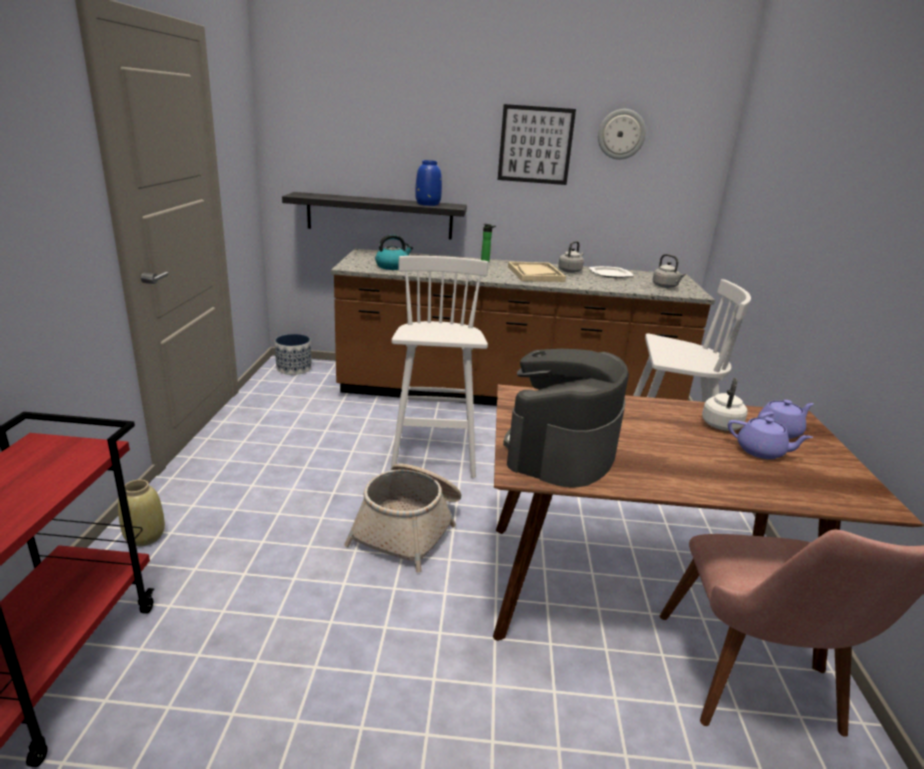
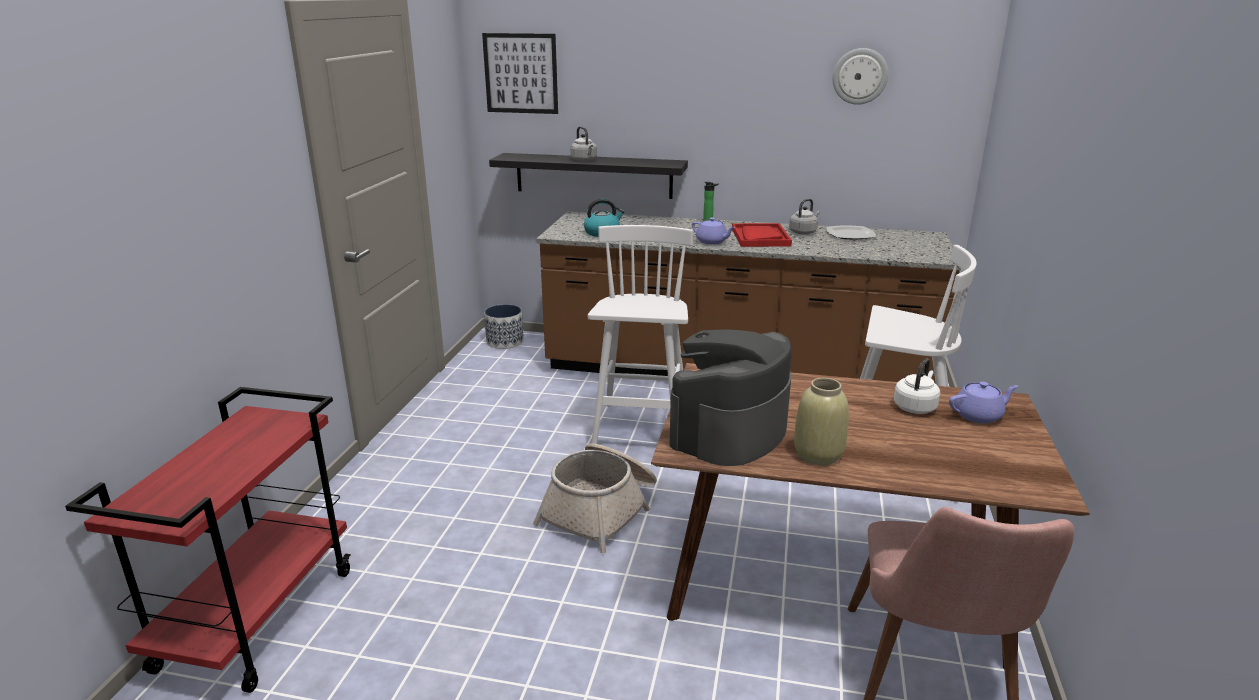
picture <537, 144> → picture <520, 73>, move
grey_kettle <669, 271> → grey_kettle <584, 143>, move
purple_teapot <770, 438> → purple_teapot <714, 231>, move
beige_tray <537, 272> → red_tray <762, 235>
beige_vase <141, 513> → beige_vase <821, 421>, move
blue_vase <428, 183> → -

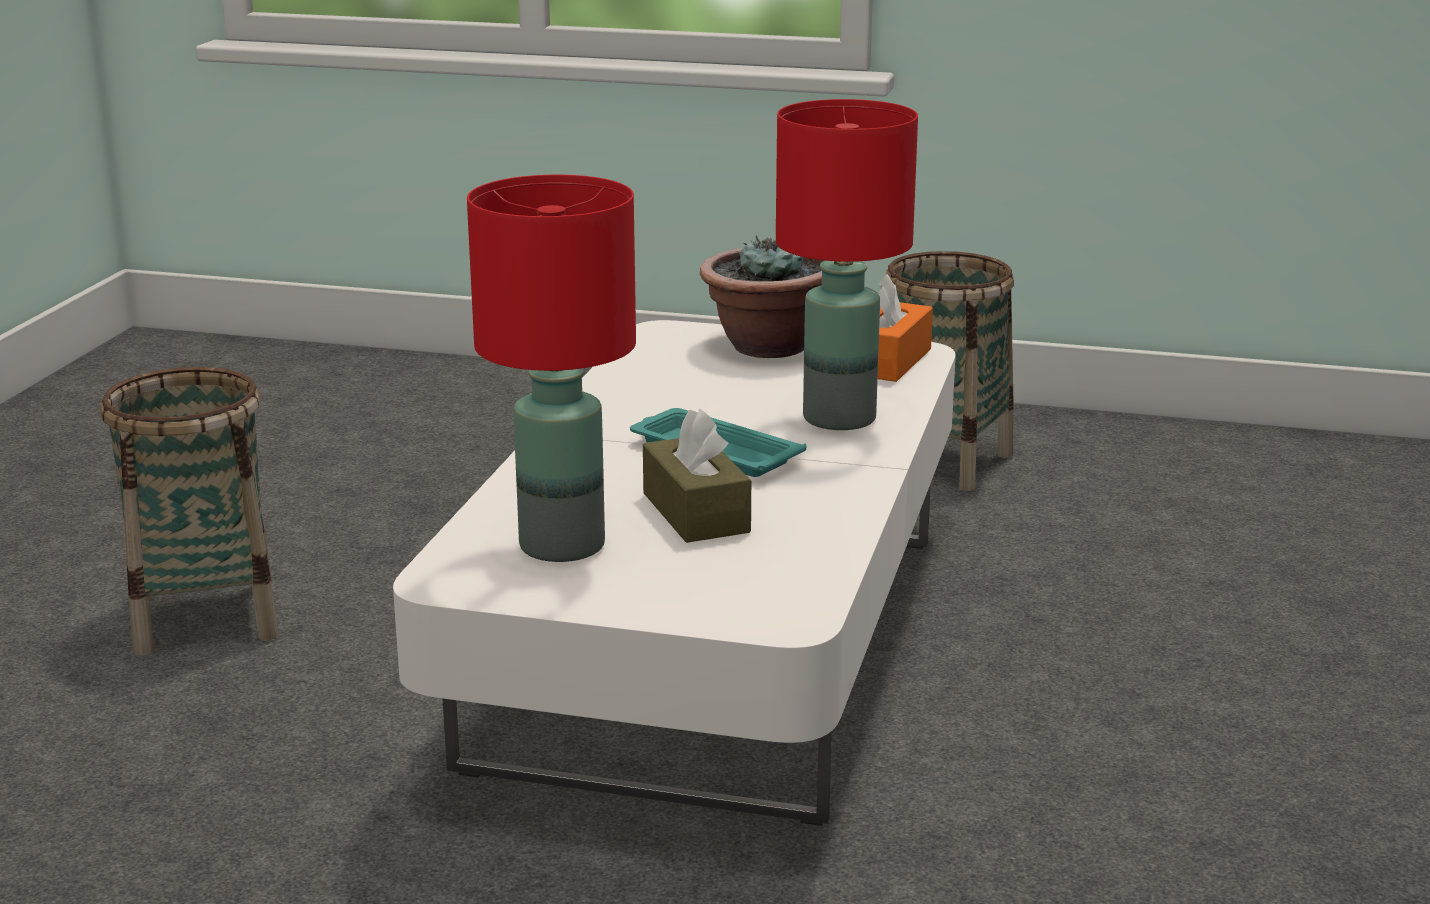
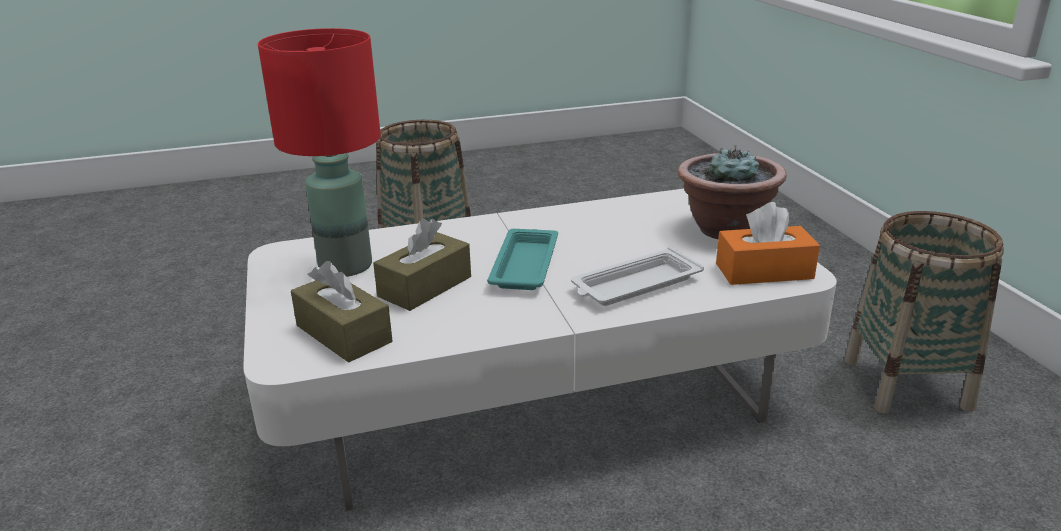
- → brown_tissue_box <341, 311>
red_table_lamp <847, 264> → white_tray <637, 276>

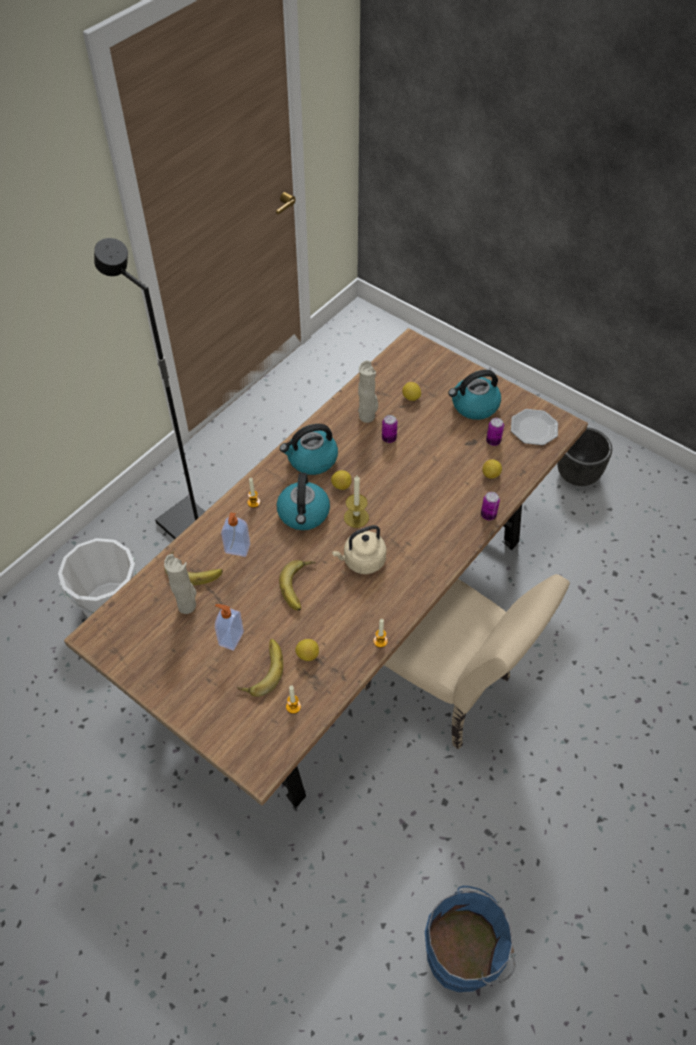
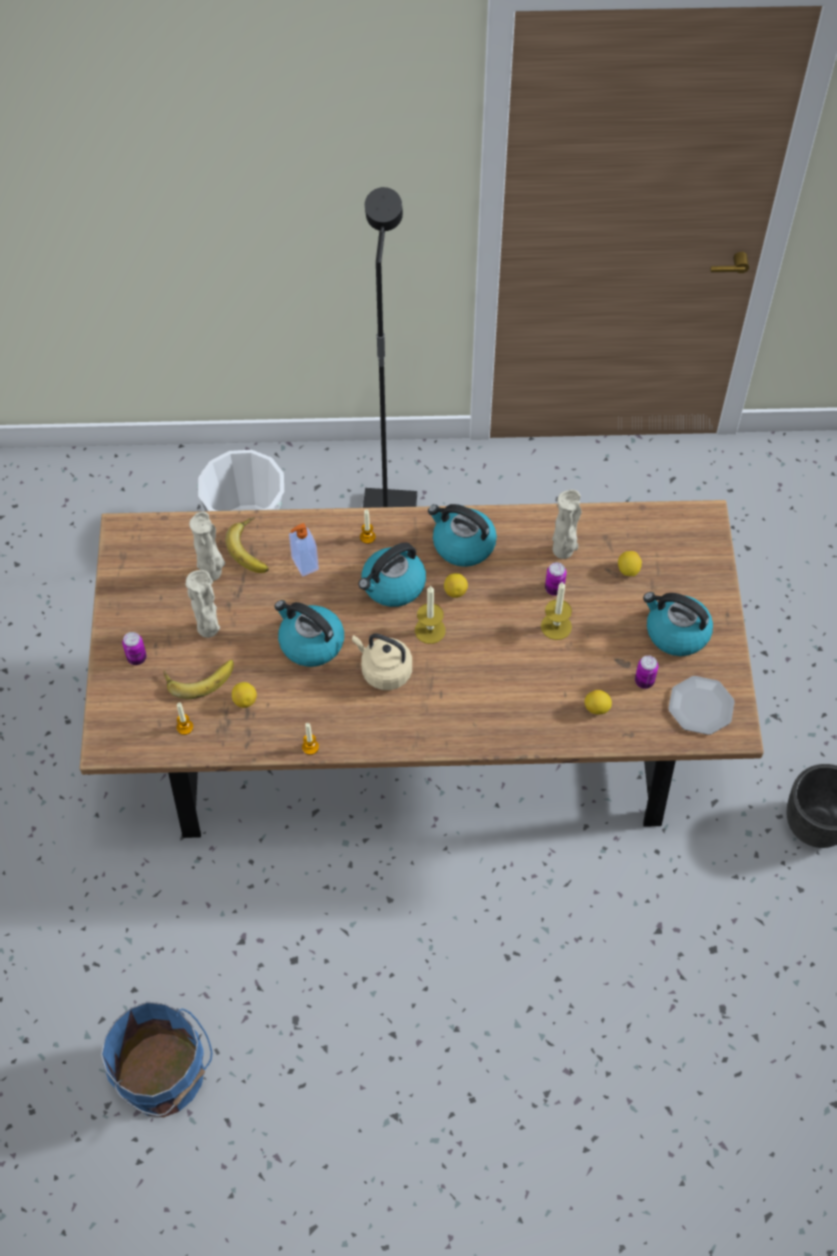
can <490, 506> → can <134, 648>, move
soap_dispenser <229, 627> → beige_vase <202, 604>
banana <297, 585> → kettle <309, 633>
- → candle <556, 610>
beige_chair <466, 661> → -

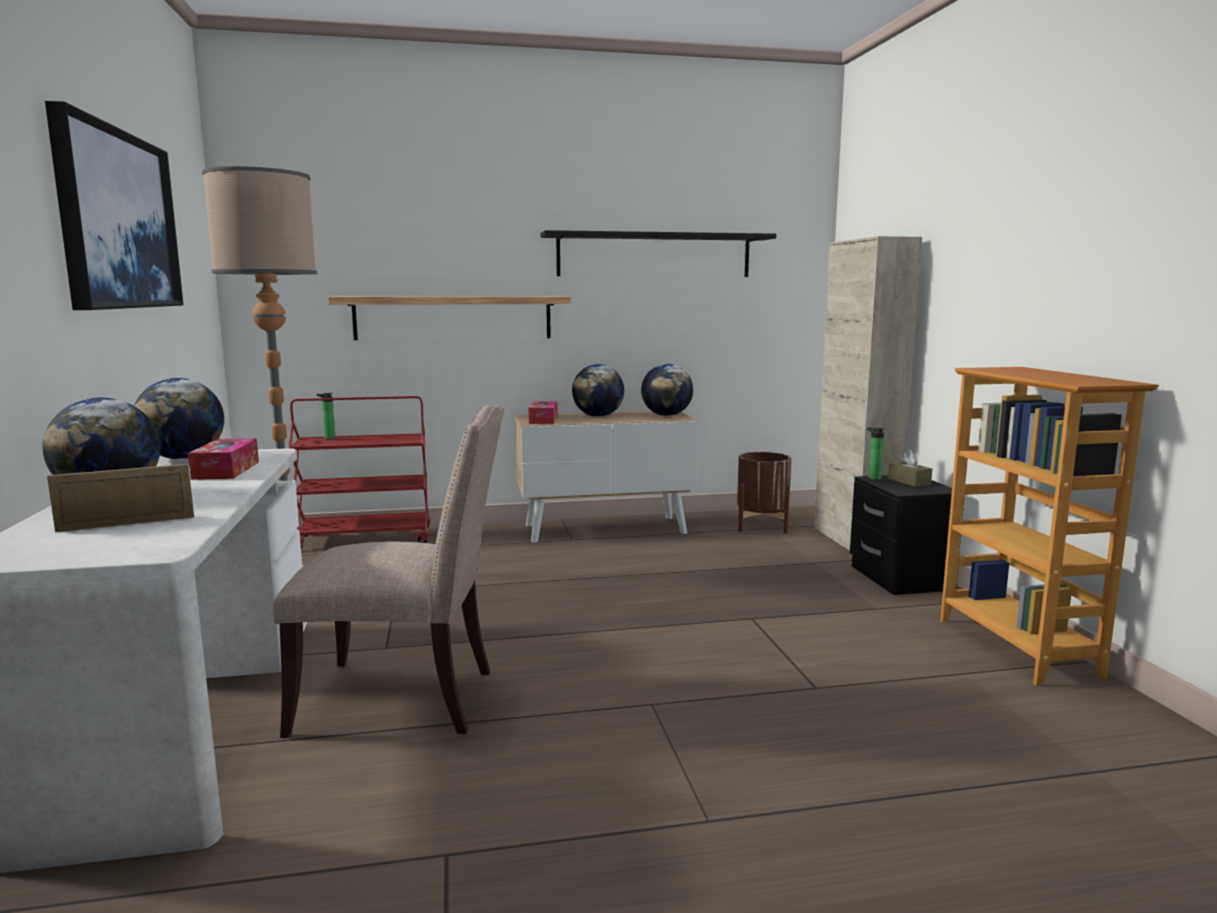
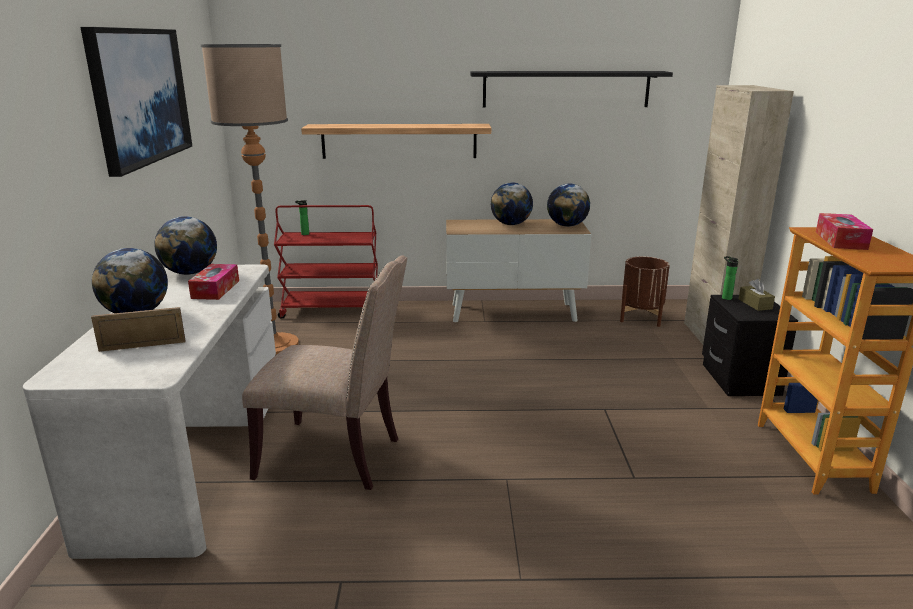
tissue_box <543, 412> → tissue_box <844, 231>, move

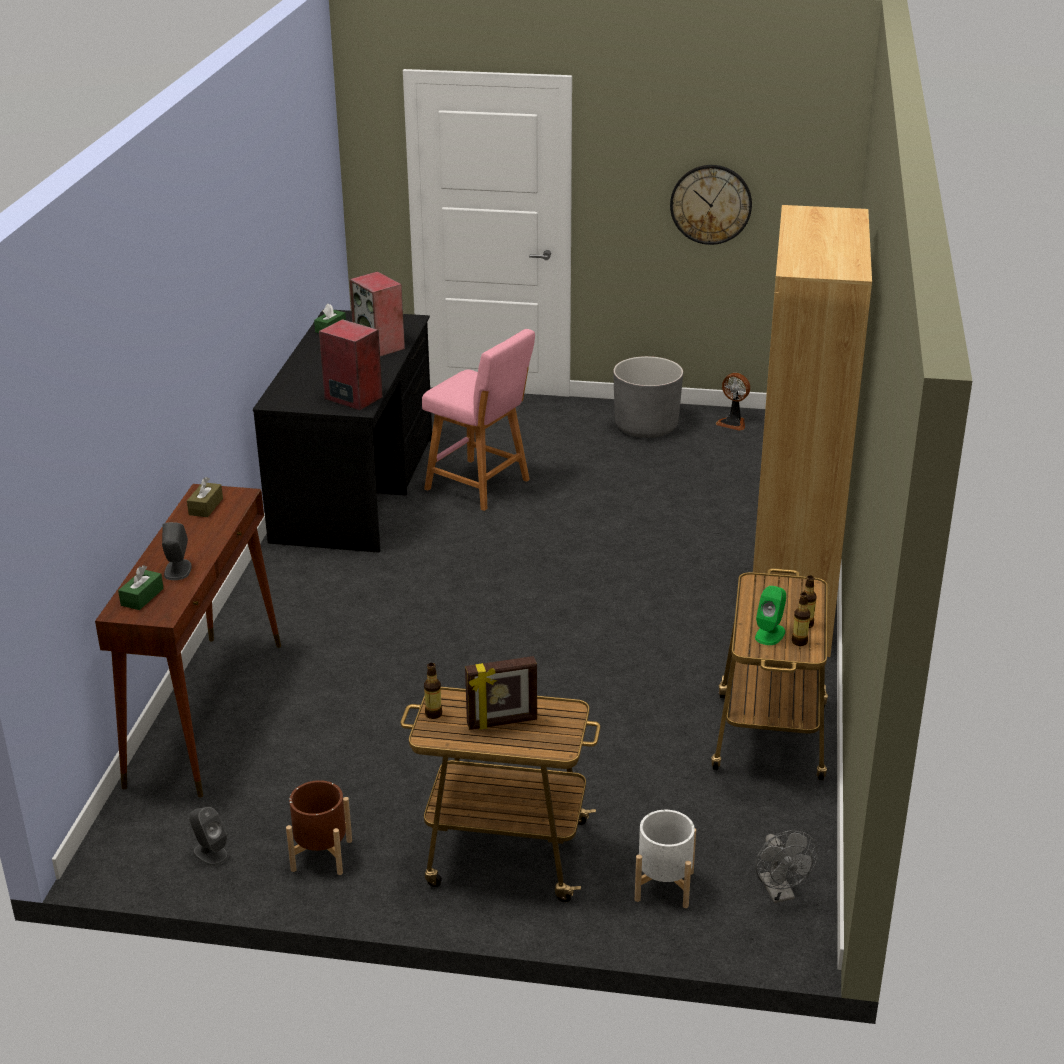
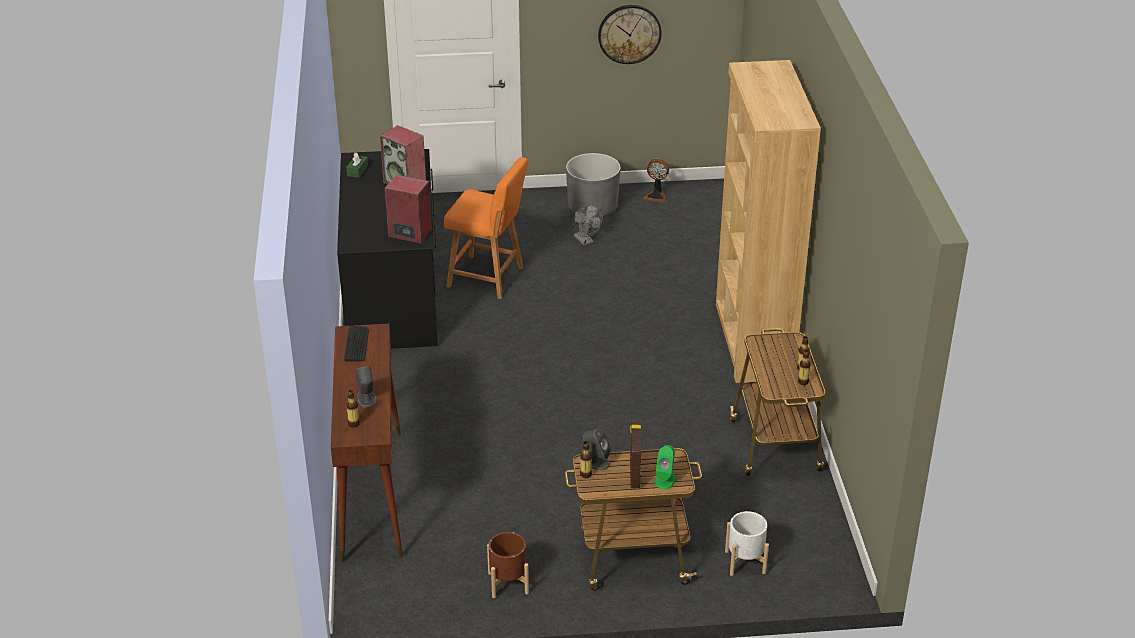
brown_tissue_box <205, 497> → keyboard <356, 344>
green_tissue_box <141, 587> → bottle <353, 409>
pink_stool <478, 420> → orange_stool <486, 228>
grey_fan <787, 866> → grey_fan <588, 224>, move
grey_speaker <209, 836> → grey_speaker <596, 449>, move
picture_frame <501, 693> → picture_frame <635, 455>, 120 degrees clockwise
green_speaker <770, 615> → green_speaker <665, 467>, move

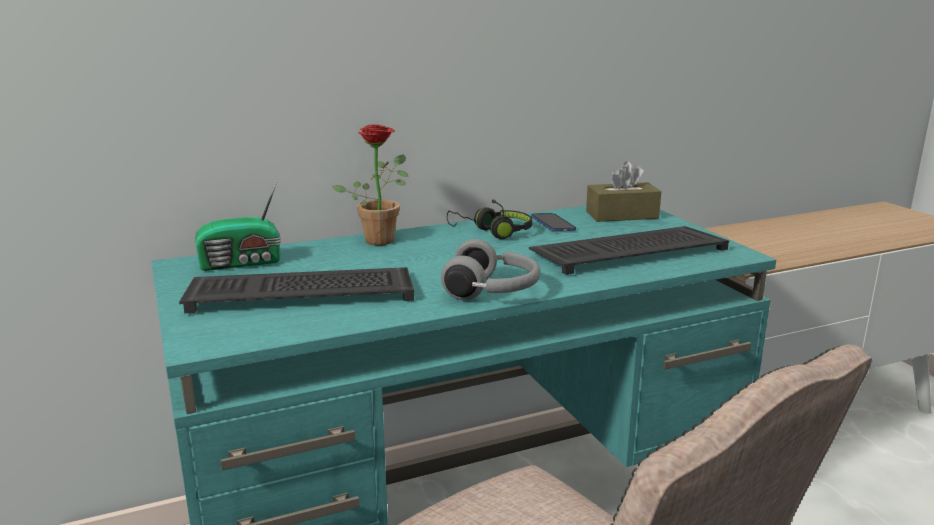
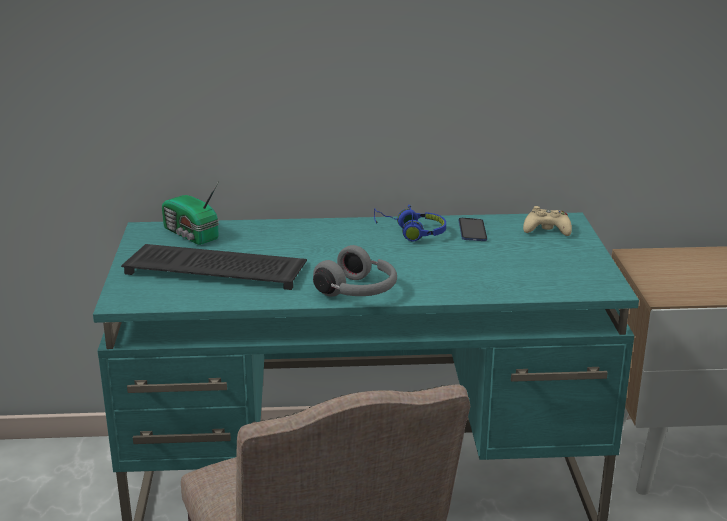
radio <238, 225> → radio <190, 213>, 45 degrees clockwise
black_headphones <489, 219> → blue_headphones <410, 223>
brown_tissue_box <623, 191> → beige_game_controller <547, 221>
potted_plant <370, 184> → -
keyboard <629, 250> → -

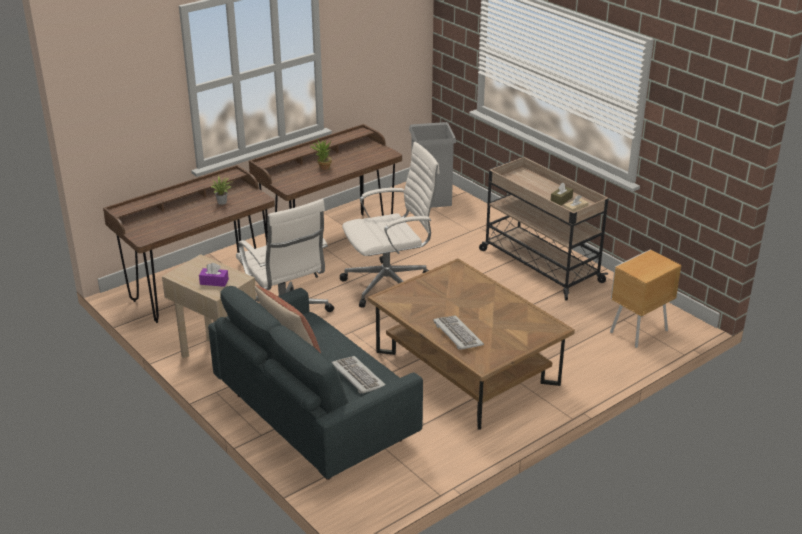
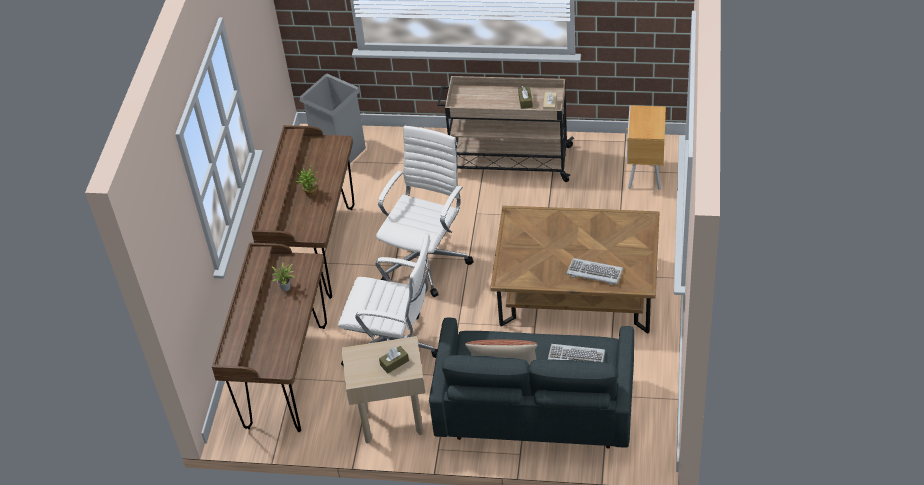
purple_tissue_box <214, 275> → brown_tissue_box <394, 359>

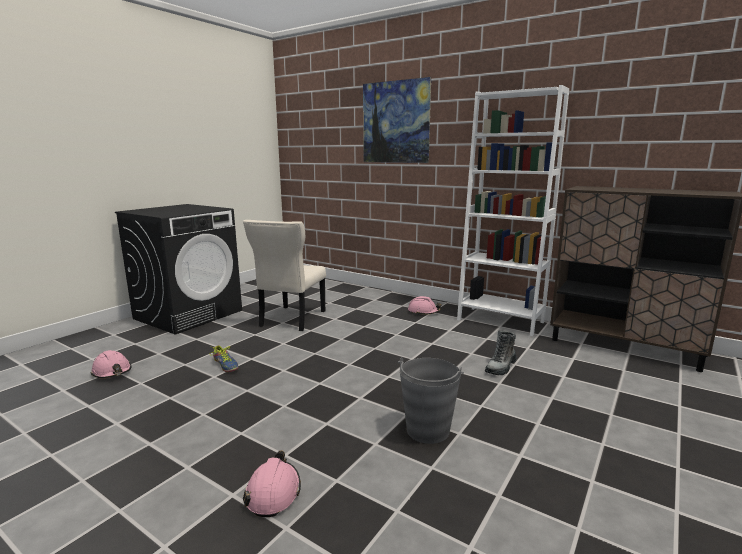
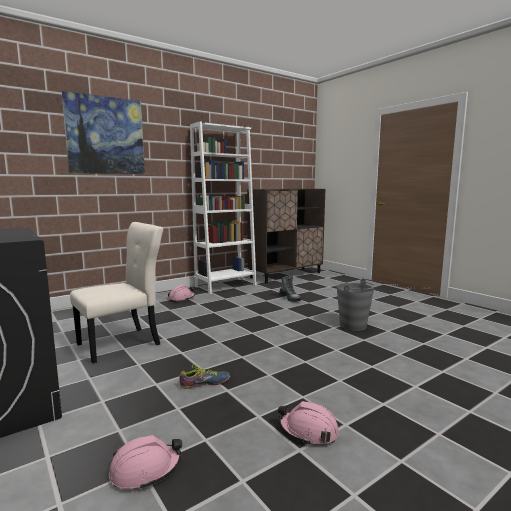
beige_chair <284, 275> → beige_chair <117, 292>, 75 degrees counterclockwise
pink_hard_hat <272, 484> → pink_hard_hat <308, 423>, move

